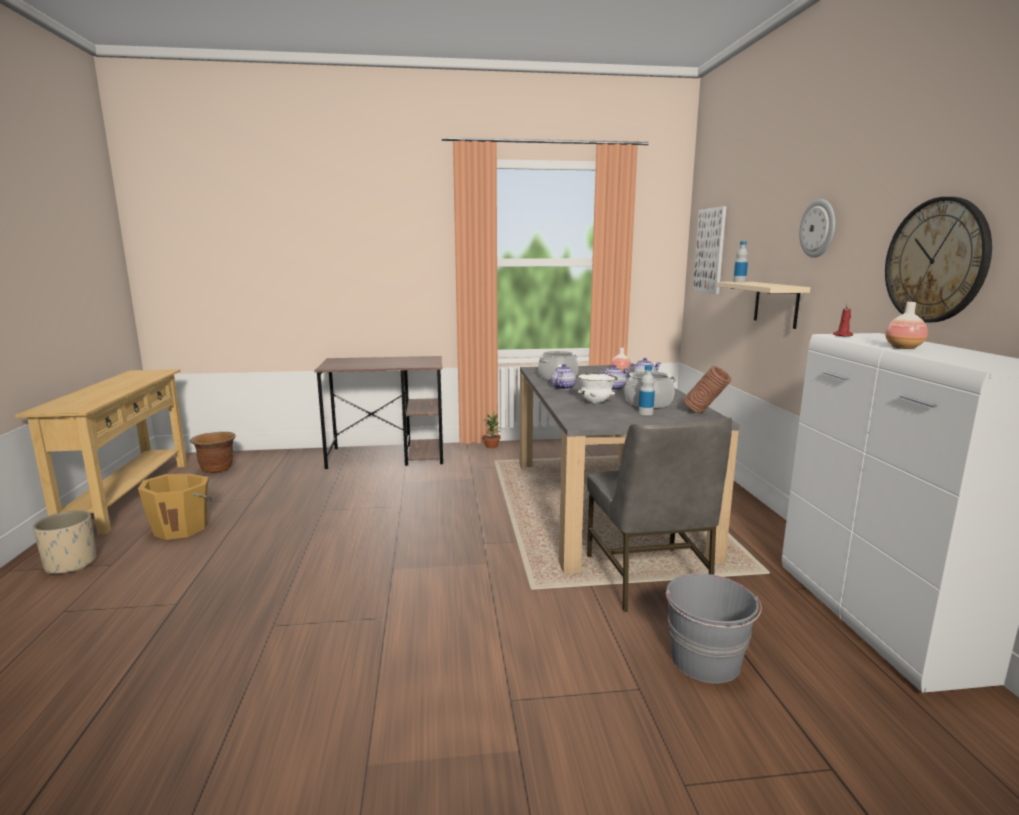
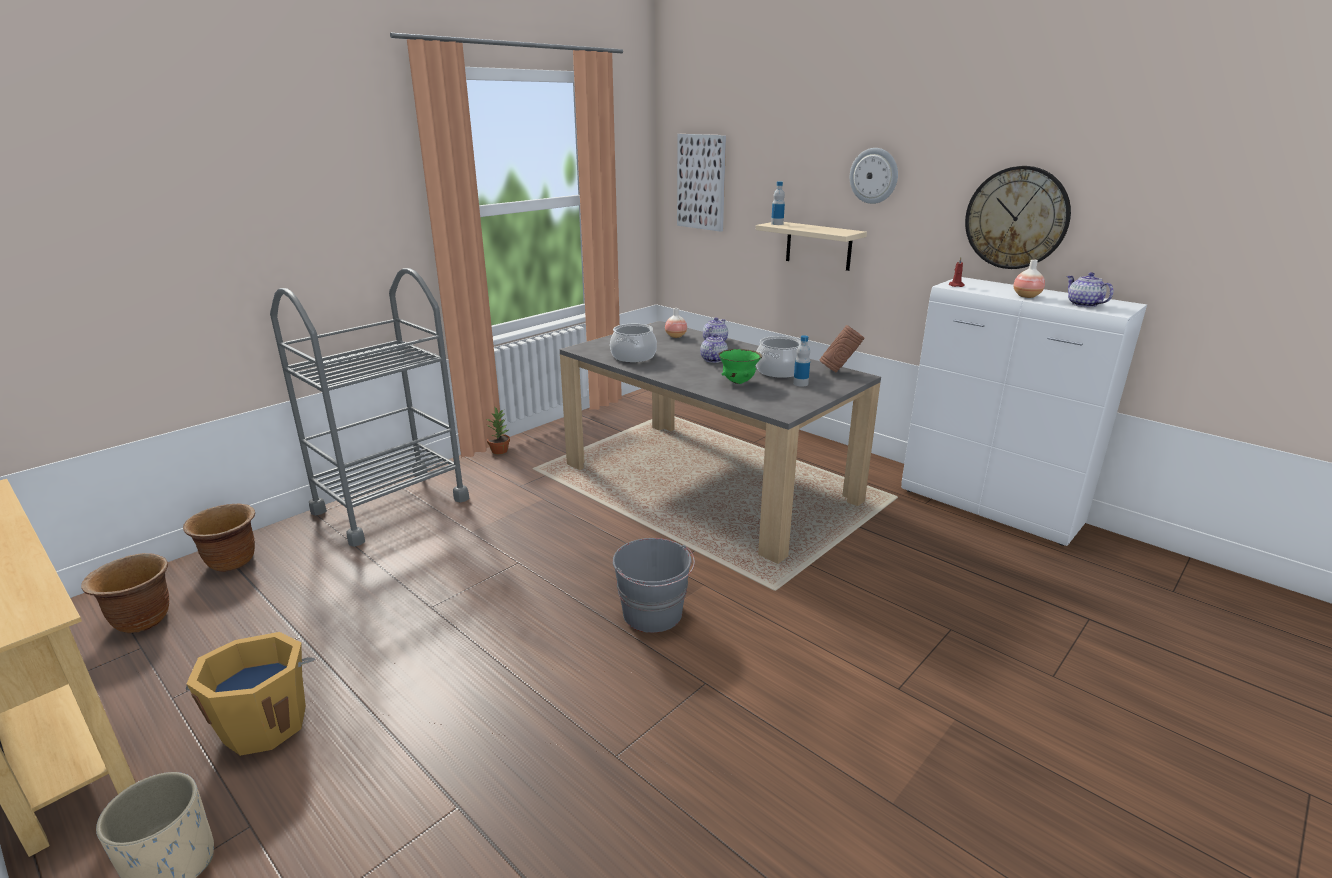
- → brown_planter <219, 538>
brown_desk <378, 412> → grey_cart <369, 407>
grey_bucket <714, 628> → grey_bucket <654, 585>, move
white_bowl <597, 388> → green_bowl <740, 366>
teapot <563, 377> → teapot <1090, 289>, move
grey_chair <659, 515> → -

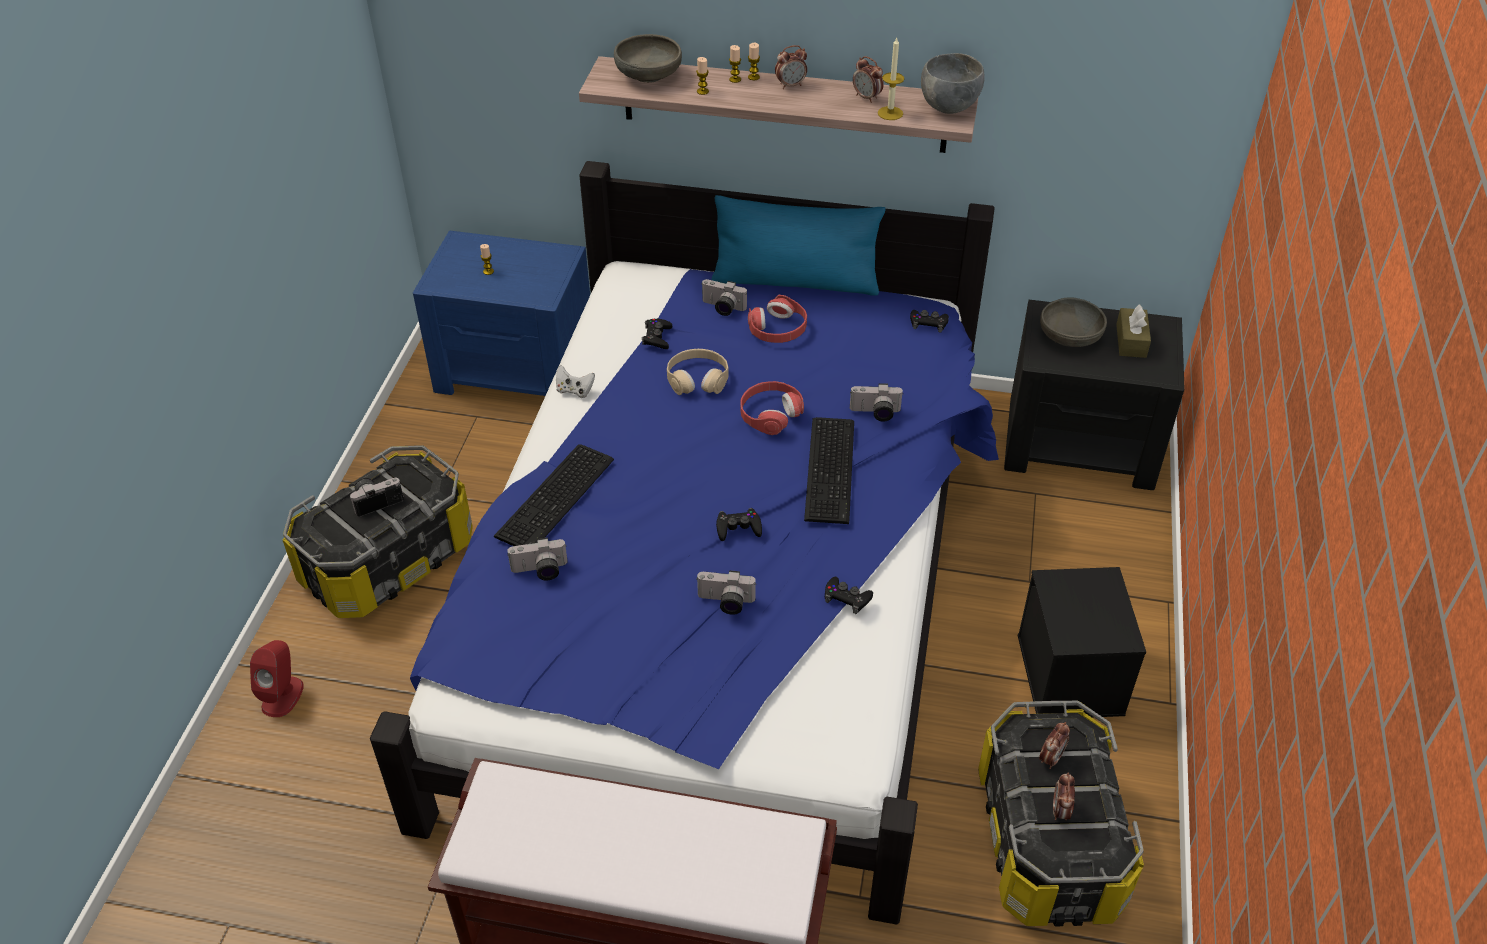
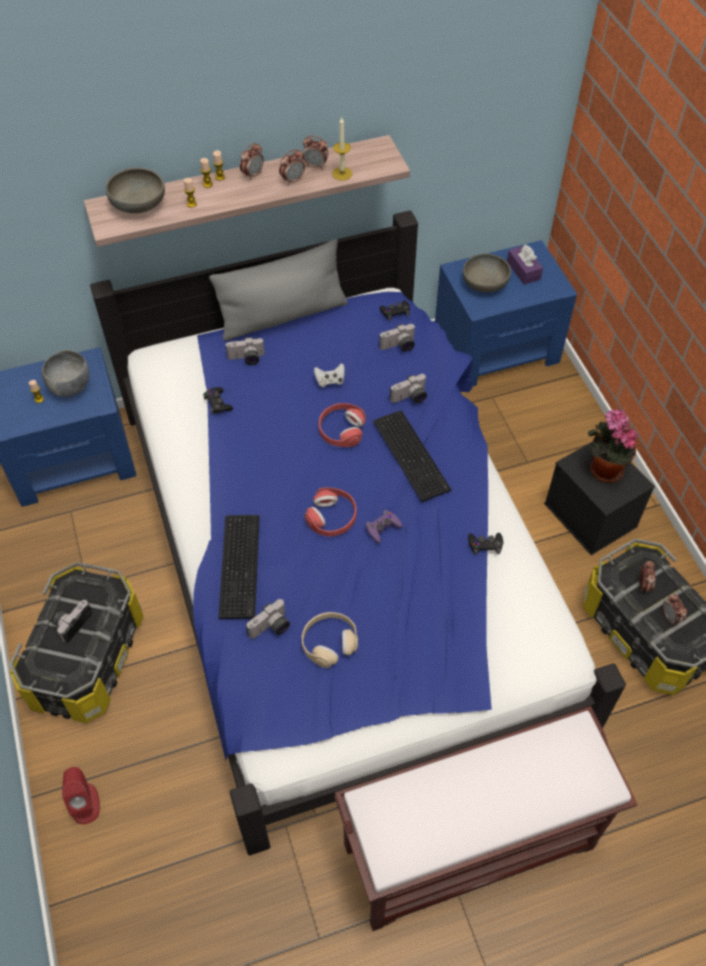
grey_bowl <953, 83> → grey_bowl <65, 373>, move
blue_pillow <798, 245> → grey_pillow <278, 290>
- → alarm_clock <292, 167>
beige_headphones <697, 372> → beige_headphones <329, 640>, move
red_headphones <777, 319> → red_headphones <330, 512>, move
white_game_controller <575, 381> → white_game_controller <329, 375>, move
black_game_controller <739, 524> → purple_game_controller <384, 527>
photo_camera <726, 592> → photo_camera <397, 338>, move
black_nightstand <1094, 395> → blue_nightstand <506, 313>
brown_tissue_box <1133, 331> → purple_tissue_box <525, 265>
- → potted_plant <613, 446>

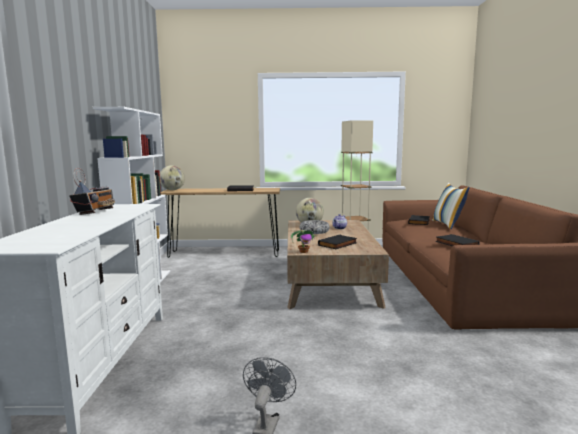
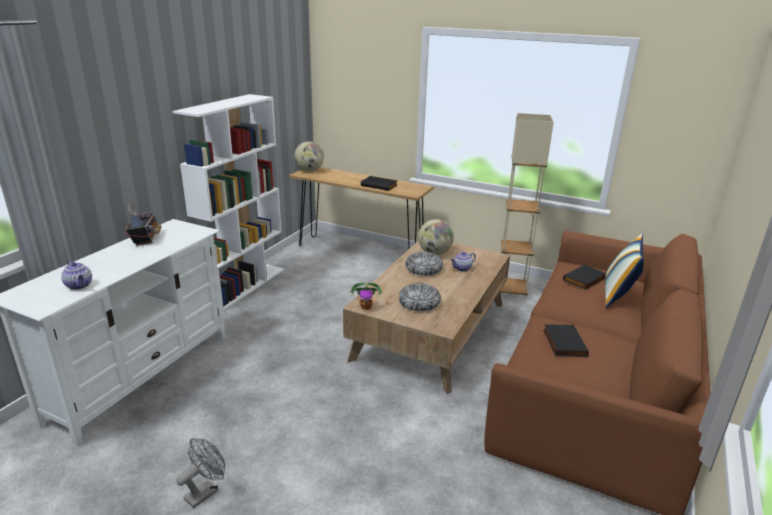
- → teapot <76, 275>
radio <92, 191> → radio <144, 224>, 45 degrees counterclockwise
black_book <337, 242> → bowl <420, 297>

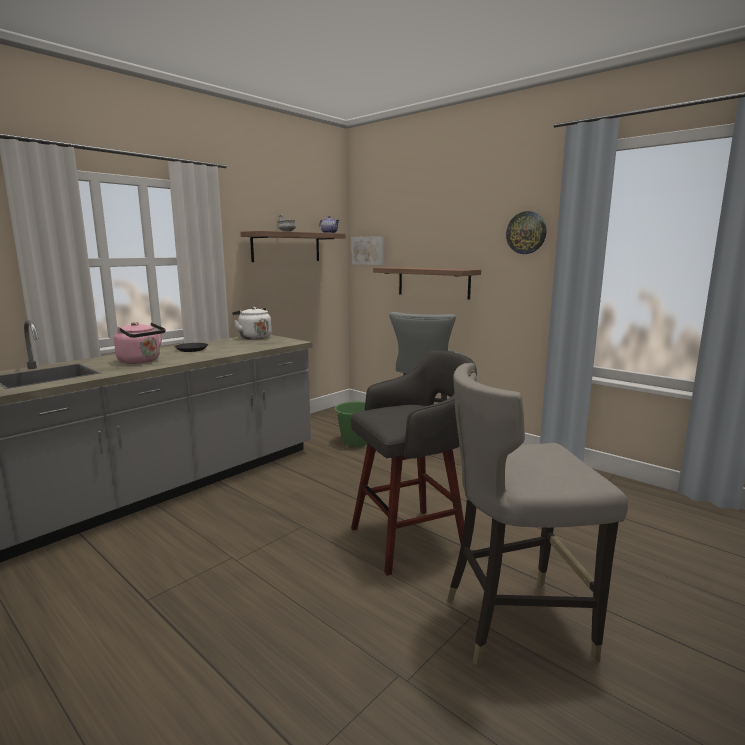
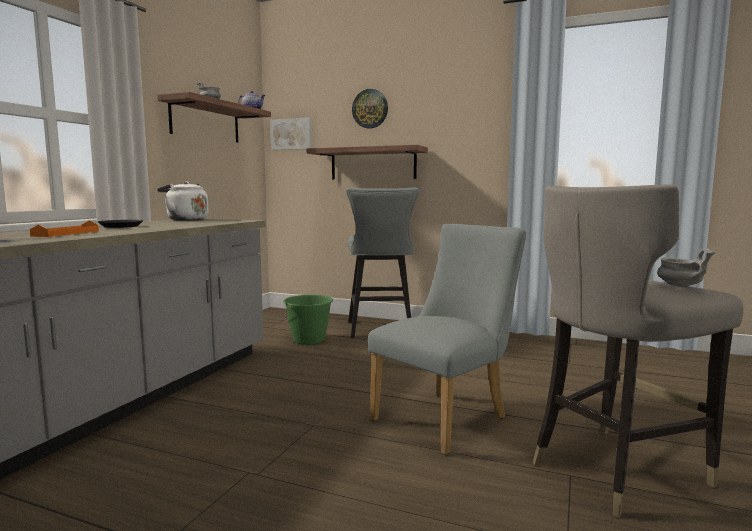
pink_kettle <140, 343> → orange_tray <64, 228>
wall_clock <526, 232> → wall_clock <370, 109>, move
grey_stool <414, 463> → grey_chair <447, 339>
- → grey_bowl <686, 268>

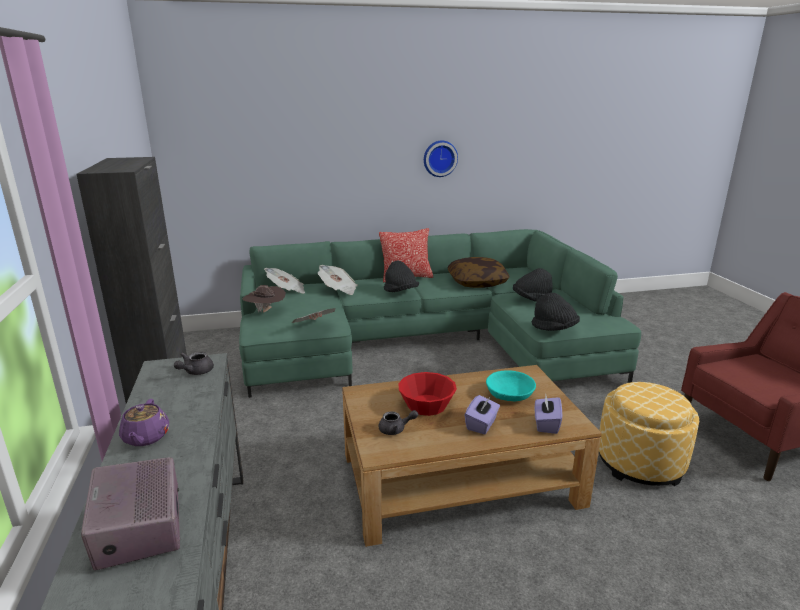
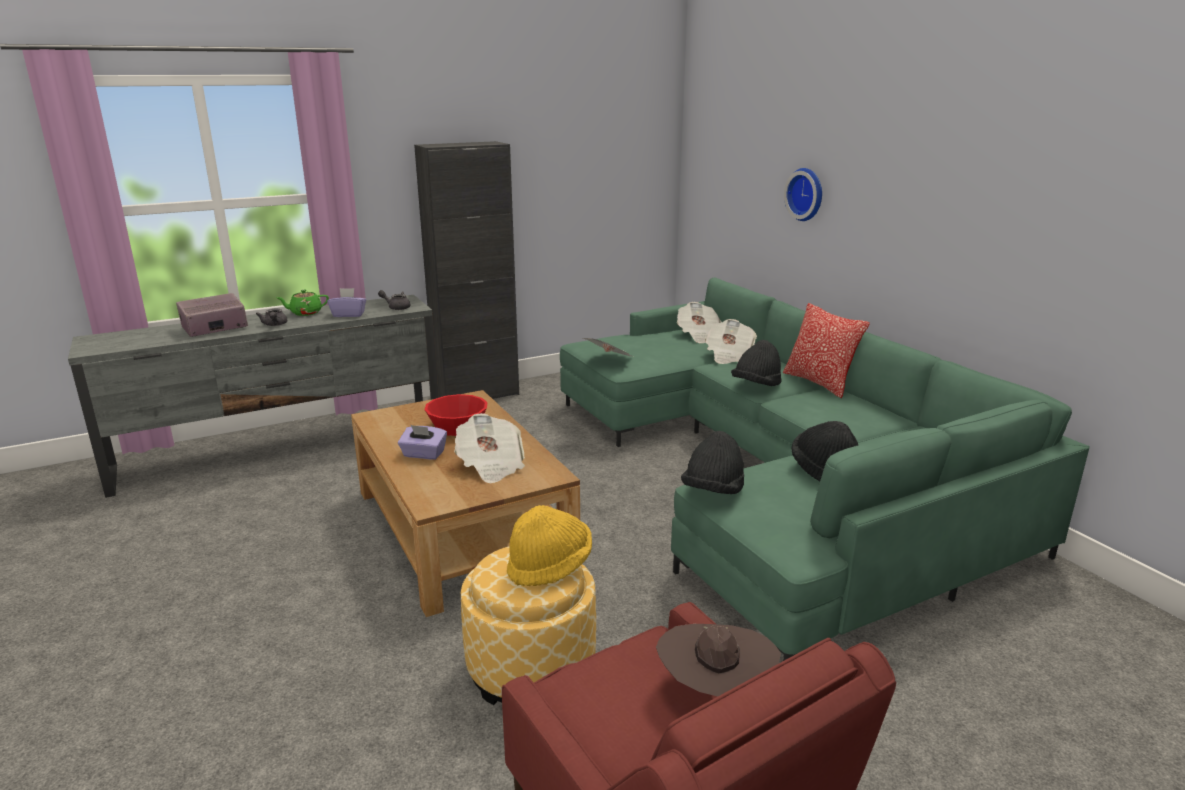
grey_teapot <398, 422> → grey_teapot <271, 317>, move
purple_teapot <144, 422> → green_teapot <302, 302>
purple_tissue_box <548, 414> → purple_tissue_box <346, 302>, move
turquoise_bowl <511, 386> → newspaper <489, 448>
- → yellow_hat <549, 545>
brown_hat <264, 299> → brown_hat <718, 660>, move
wall_clock <441, 159> → wall_clock <803, 194>, move
pillow <478, 272> → -

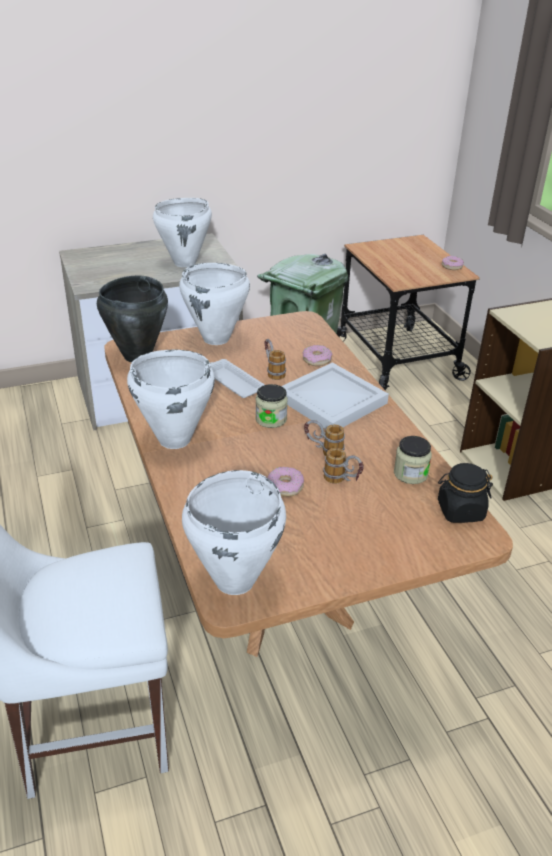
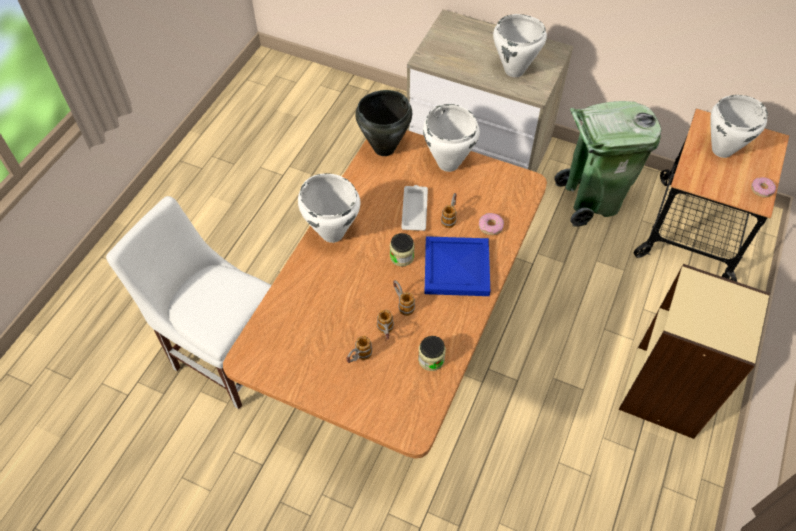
- → mug <359, 349>
white_tray <335, 395> → blue_tray <457, 266>
white_cooking_pot <234, 532> → white_cooking_pot <739, 126>, move
donut <285, 482> → -
black_jar <465, 493> → -

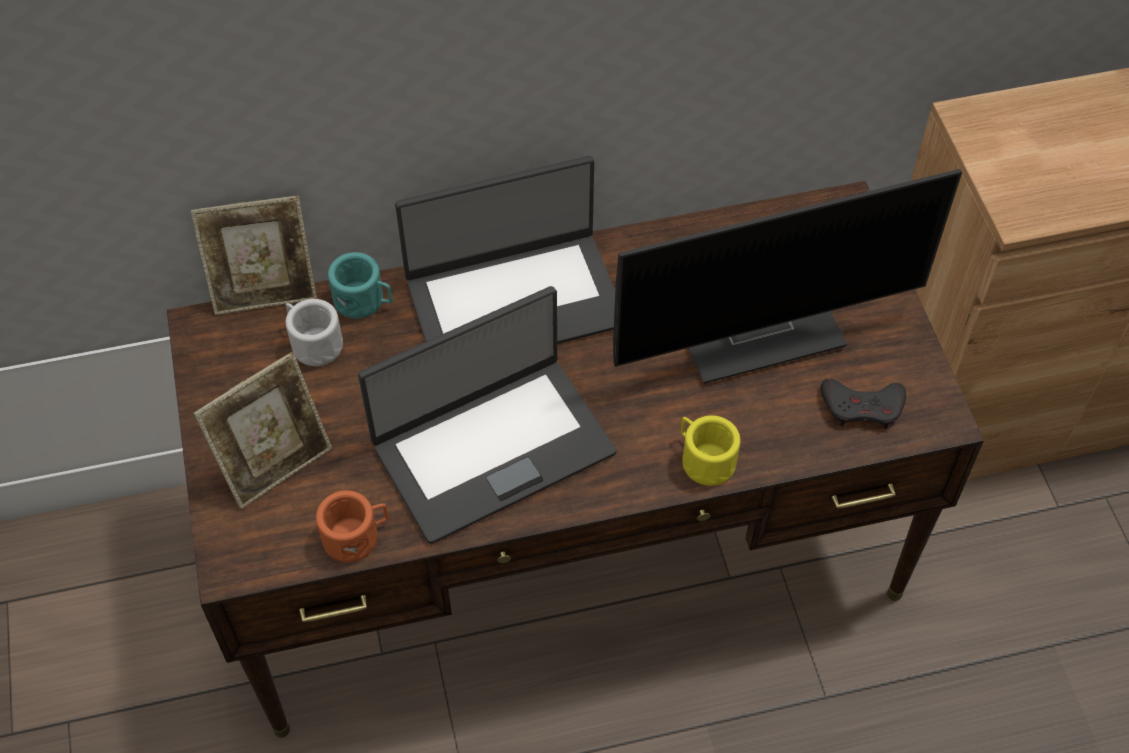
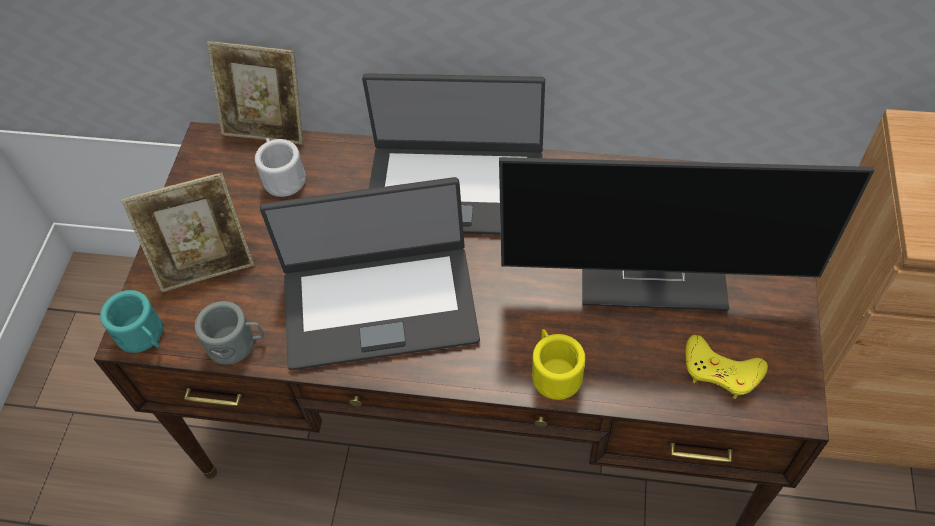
turquoise_mug <360, 285> → turquoise_mug <131, 321>, move
orange_mug <352, 526> → grey_mug <229, 333>
grey_game_controller <863, 404> → yellow_game_controller <726, 367>

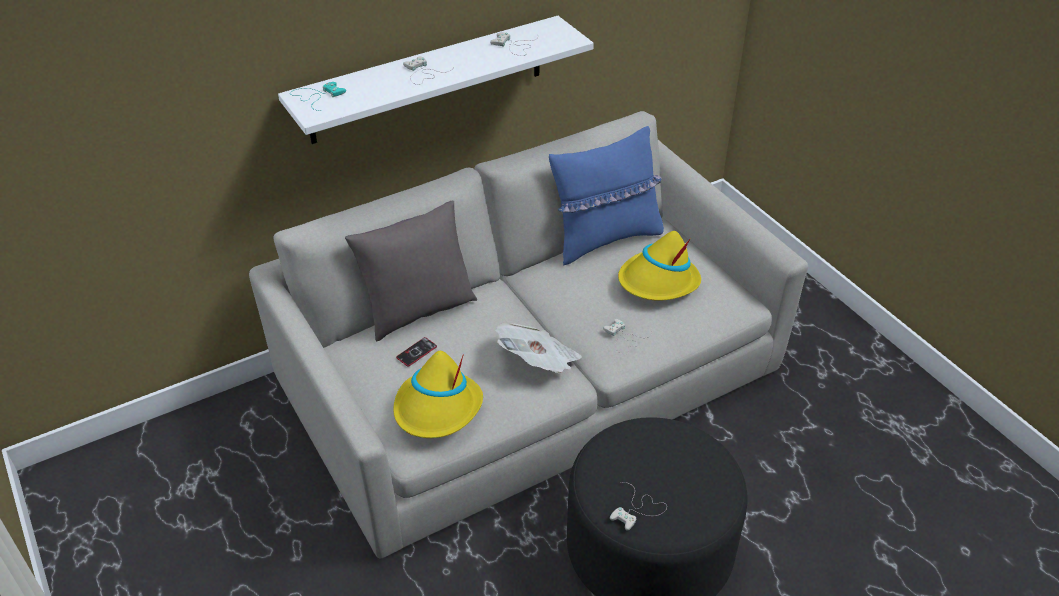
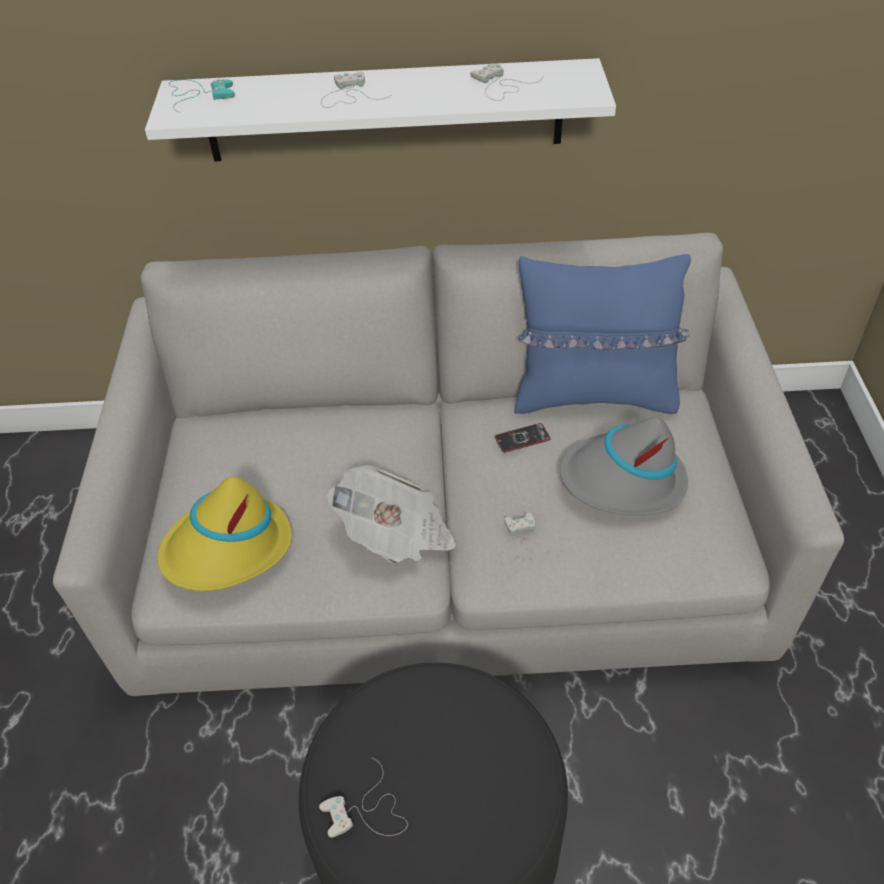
phone <416, 352> → phone <523, 438>, move
yellow_hat <659, 266> → grey_hat <624, 466>
grey_pillow <411, 271> → -

